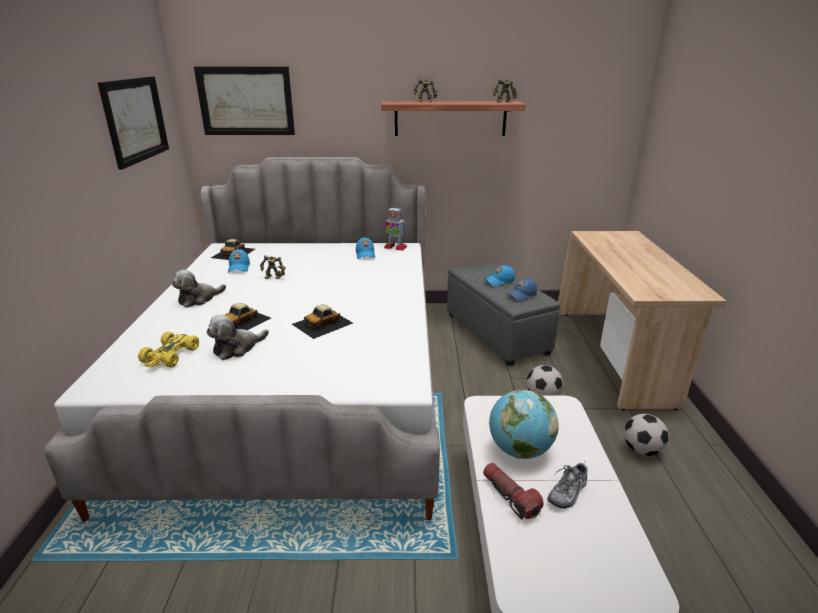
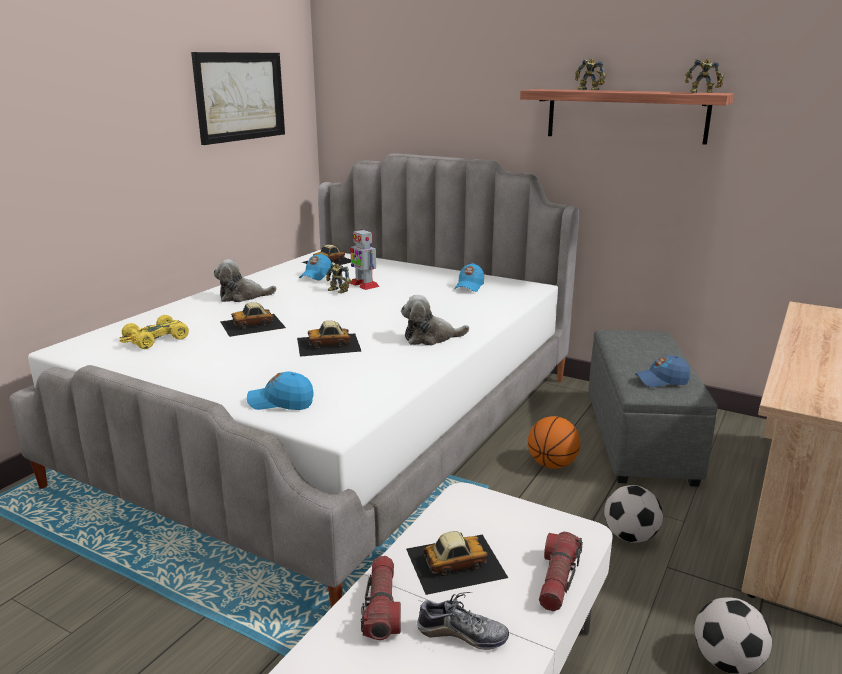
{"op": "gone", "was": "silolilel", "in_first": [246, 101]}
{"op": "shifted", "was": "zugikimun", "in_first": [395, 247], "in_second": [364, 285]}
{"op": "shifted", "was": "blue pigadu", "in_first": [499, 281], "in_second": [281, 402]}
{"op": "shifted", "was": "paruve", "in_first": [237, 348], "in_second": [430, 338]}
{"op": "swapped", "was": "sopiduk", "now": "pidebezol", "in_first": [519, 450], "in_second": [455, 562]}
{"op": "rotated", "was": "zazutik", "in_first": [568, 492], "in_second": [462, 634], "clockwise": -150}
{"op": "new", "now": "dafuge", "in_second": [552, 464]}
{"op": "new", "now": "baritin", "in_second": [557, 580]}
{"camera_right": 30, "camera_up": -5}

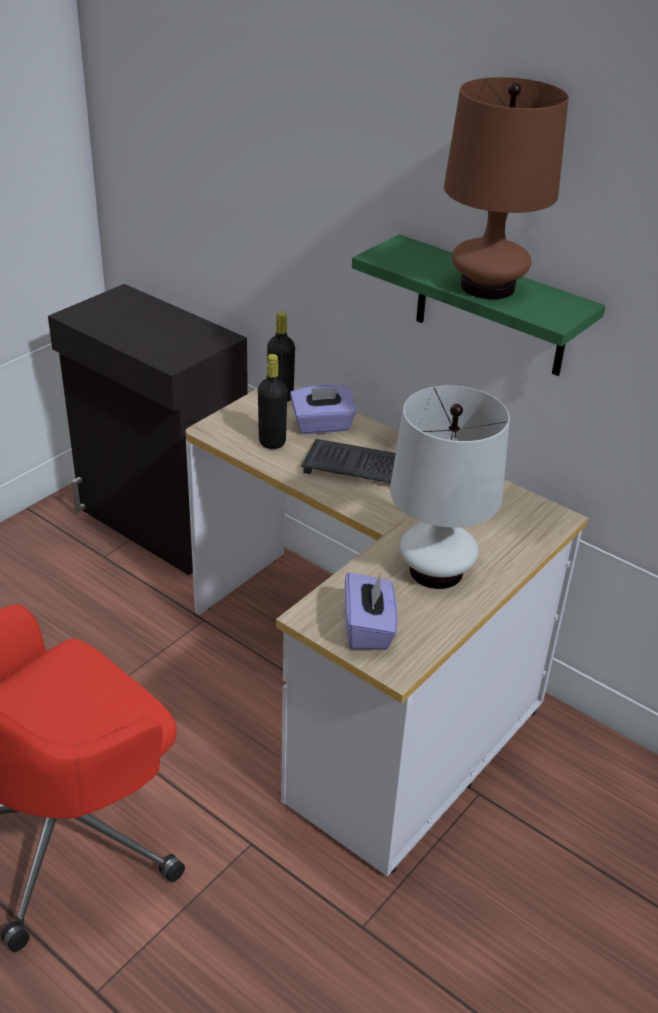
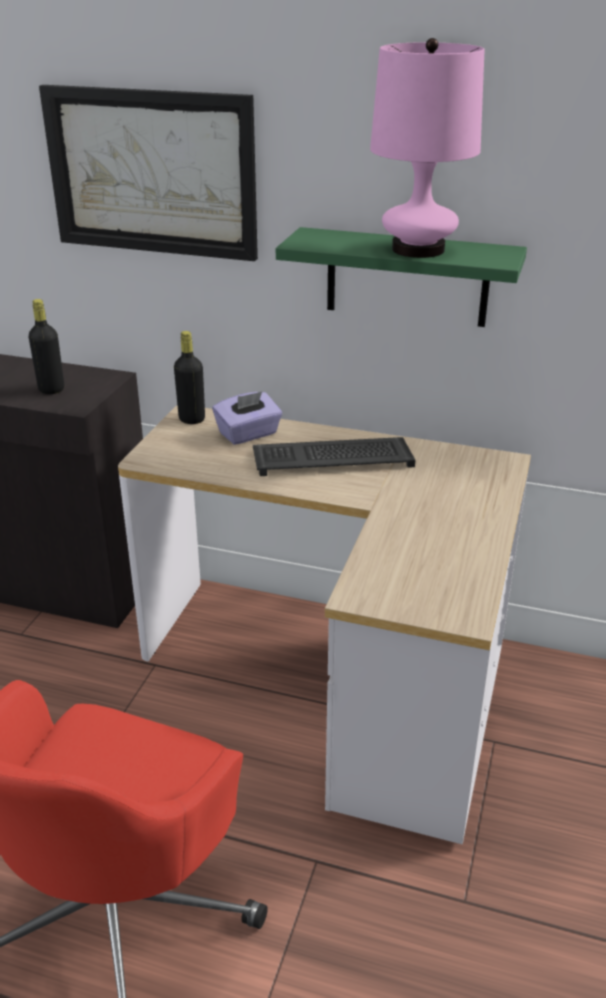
{"op": "repainted", "was": "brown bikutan", "now": "pink bikutan", "in_first": [487, 287], "in_second": [418, 249]}
{"op": "shifted", "was": "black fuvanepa", "in_first": [272, 442], "in_second": [51, 389]}
{"op": "gone", "was": "white bikutan", "in_first": [436, 571]}
{"op": "gone", "was": "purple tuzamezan", "in_first": [368, 629]}
{"op": "new", "now": "silolilel", "in_second": [152, 172]}
{"camera_right": -20, "camera_up": -5}

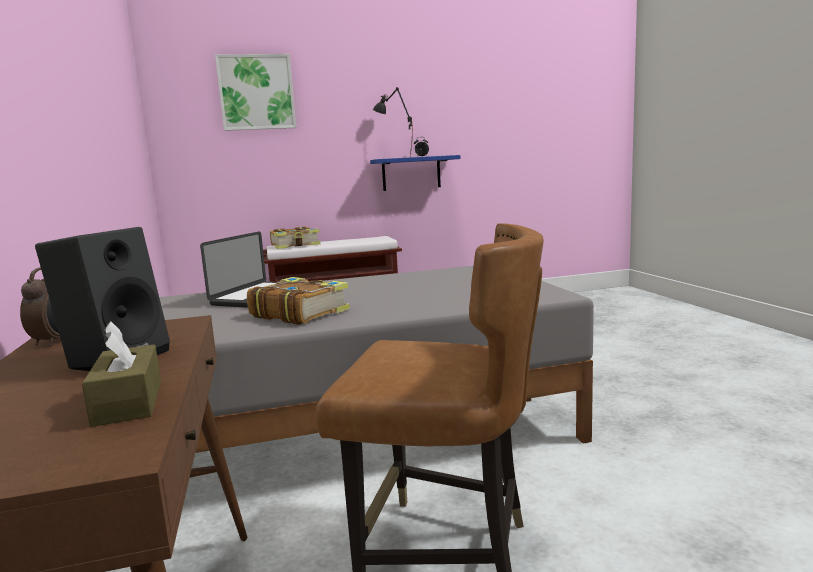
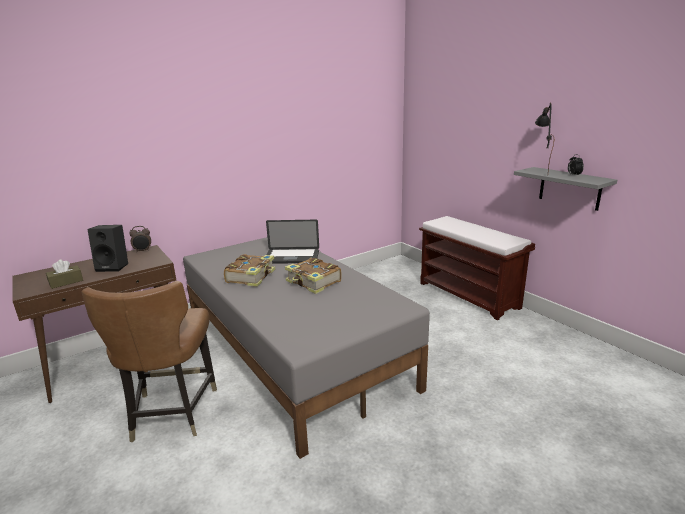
{"op": "gone", "was": "silolilel", "in_first": [256, 92]}
{"op": "repainted", "was": "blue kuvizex", "now": "grey kuvizex", "in_first": [411, 173], "in_second": [569, 188]}
{"op": "shifted", "was": "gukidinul", "in_first": [295, 245], "in_second": [313, 282]}
{"camera_right": 70, "camera_up": 10}

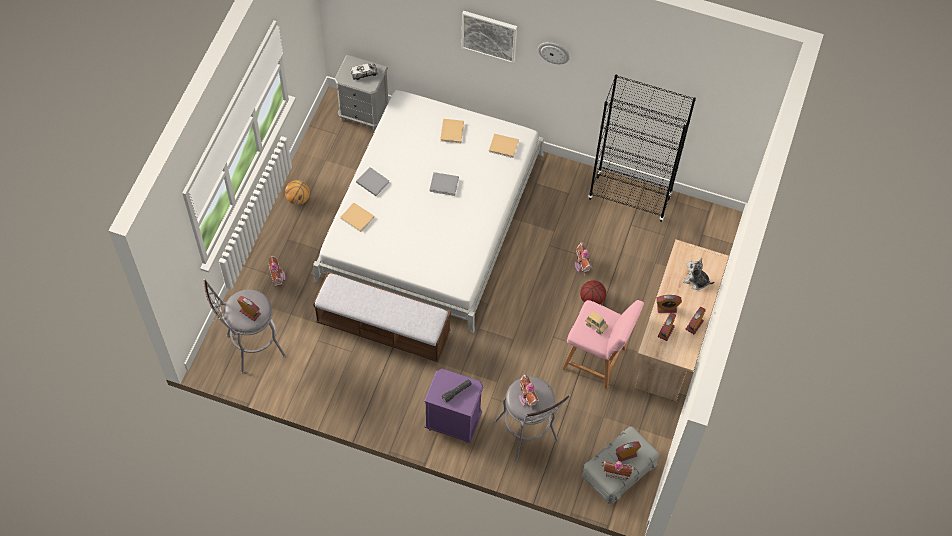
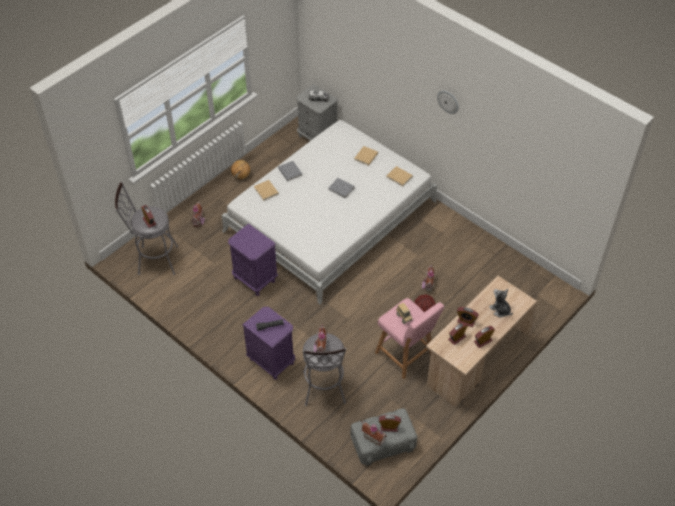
{"op": "gone", "was": "silolilel", "in_first": [489, 35]}
{"op": "gone", "was": "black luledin", "in_first": [629, 198]}
{"op": "swapped", "was": "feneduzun", "now": "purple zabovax", "in_first": [383, 328], "in_second": [255, 279]}
{"camera_right": 25, "camera_up": -10}

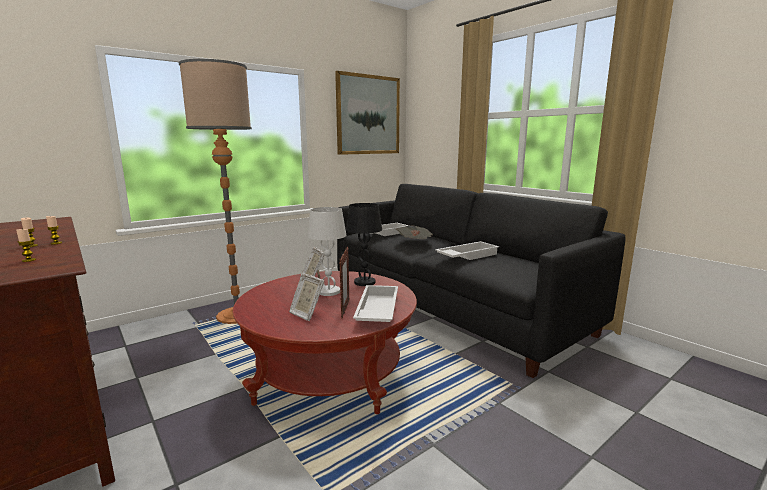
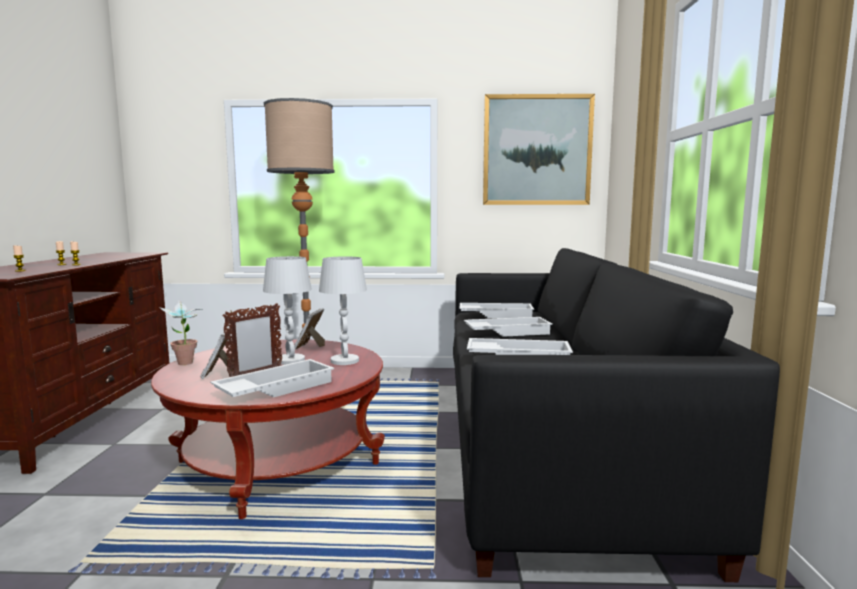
{"op": "repainted", "was": "black bikutan", "now": "white bikutan", "in_first": [364, 282], "in_second": [344, 361]}
{"op": "swapped", "was": "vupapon", "now": "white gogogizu", "in_first": [415, 243], "in_second": [507, 332]}
{"op": "new", "now": "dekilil", "in_second": [185, 364]}
{"camera_right": 40, "camera_up": -5}

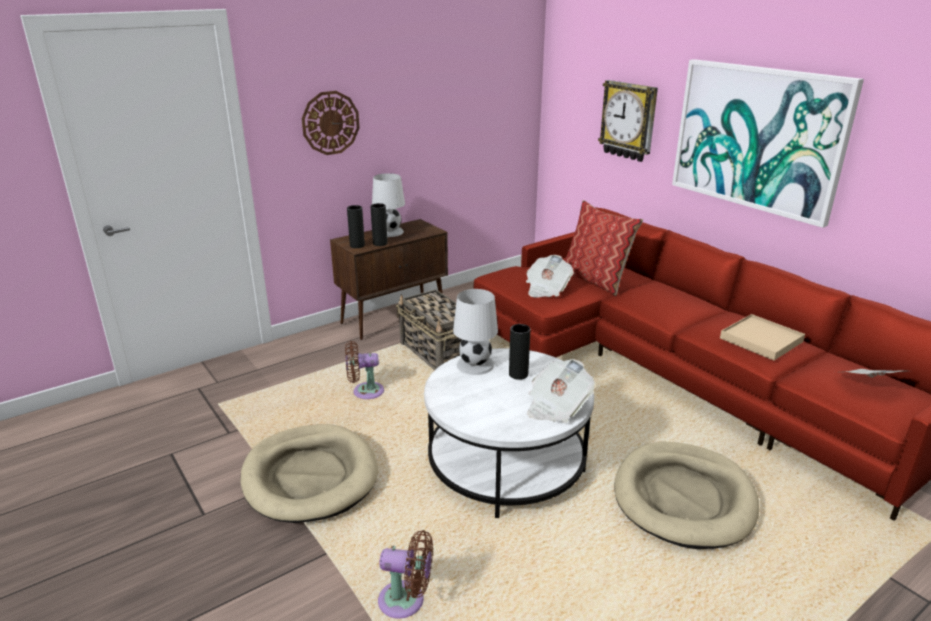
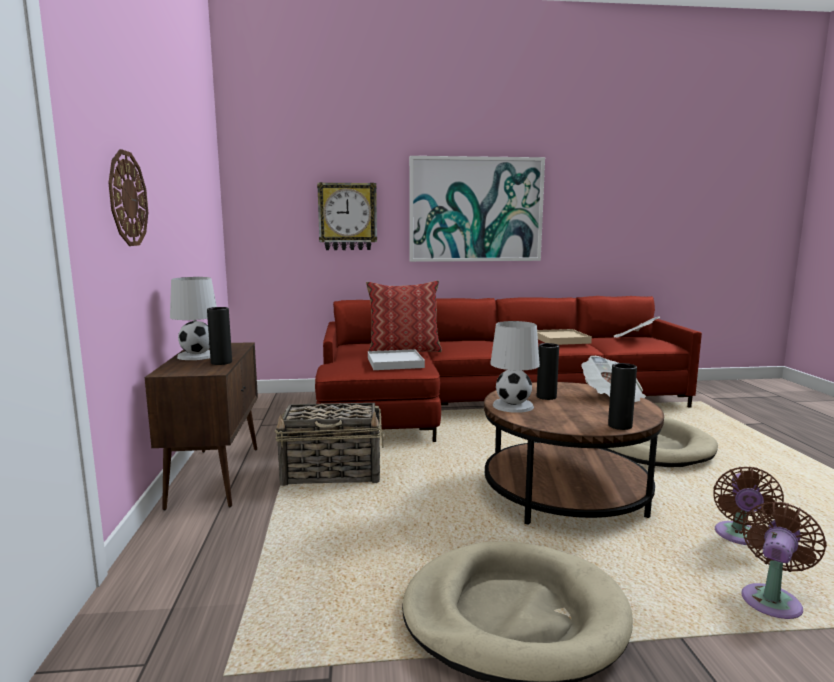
{"op": "shifted", "was": "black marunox", "in_first": [357, 245], "in_second": [620, 426]}
{"op": "swapped", "was": "vupapon", "now": "white gogogizu", "in_first": [546, 289], "in_second": [395, 363]}
{"op": "shifted", "was": "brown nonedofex", "in_first": [365, 392], "in_second": [739, 537]}
{"op": "repainted", "was": "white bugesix", "now": "brown bugesix", "in_first": [506, 464], "in_second": [565, 493]}
{"camera_right": -60, "camera_up": -15}

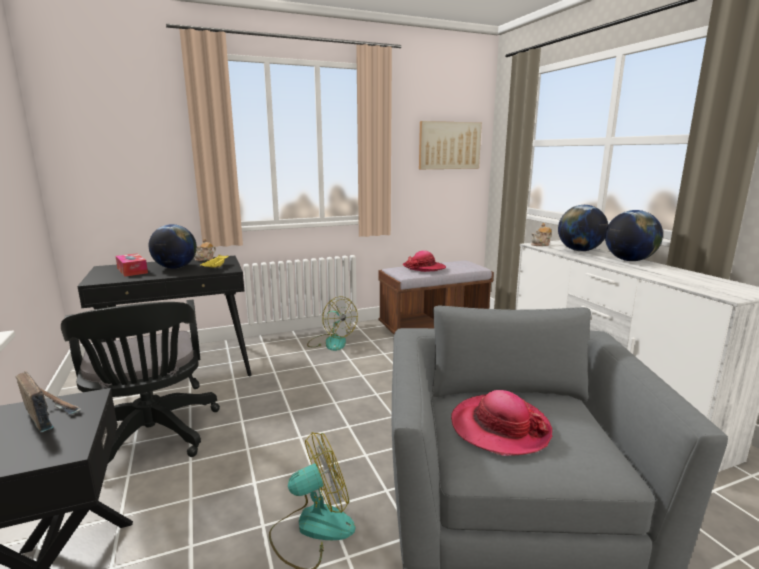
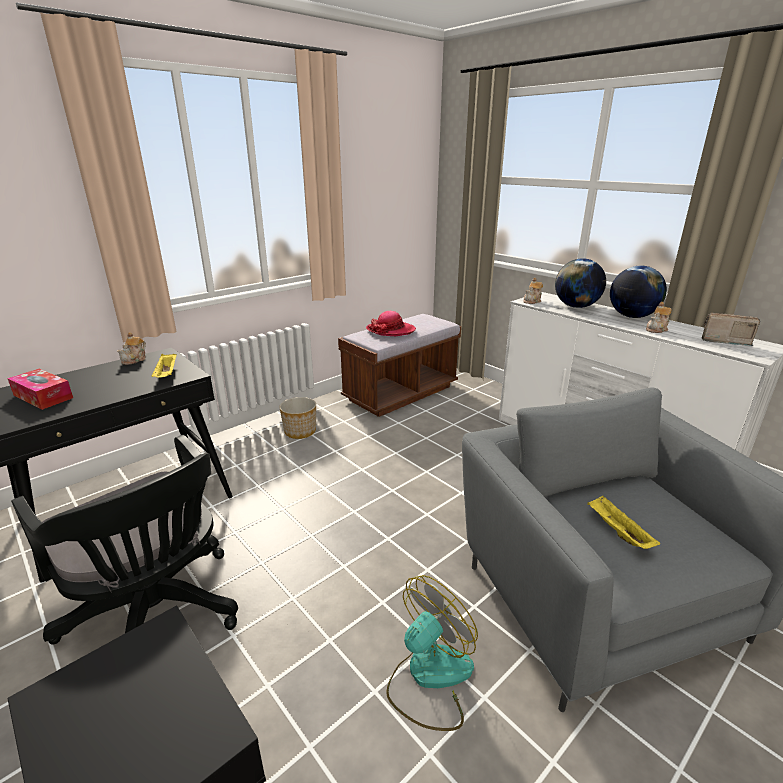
{"op": "gone", "was": "silolilel", "in_first": [449, 145]}
{"op": "gone", "was": "sopiduk", "in_first": [175, 268]}
{"op": "swapped", "was": "nonedofex", "now": "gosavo", "in_first": [331, 342], "in_second": [300, 431]}
{"op": "shifted", "was": "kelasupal", "in_first": [49, 414], "in_second": [723, 340]}
{"op": "swapped", "was": "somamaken", "now": "yellow gogogizu", "in_first": [500, 427], "in_second": [617, 531]}
{"op": "new", "now": "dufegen", "in_second": [657, 329]}
{"camera_right": -20, "camera_up": 10}

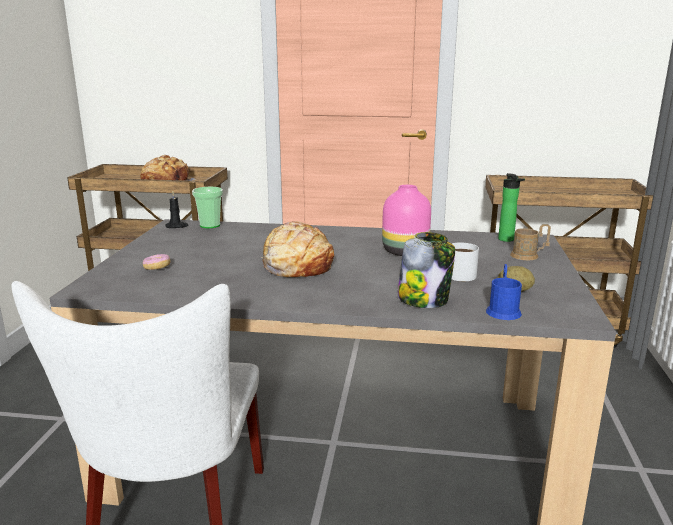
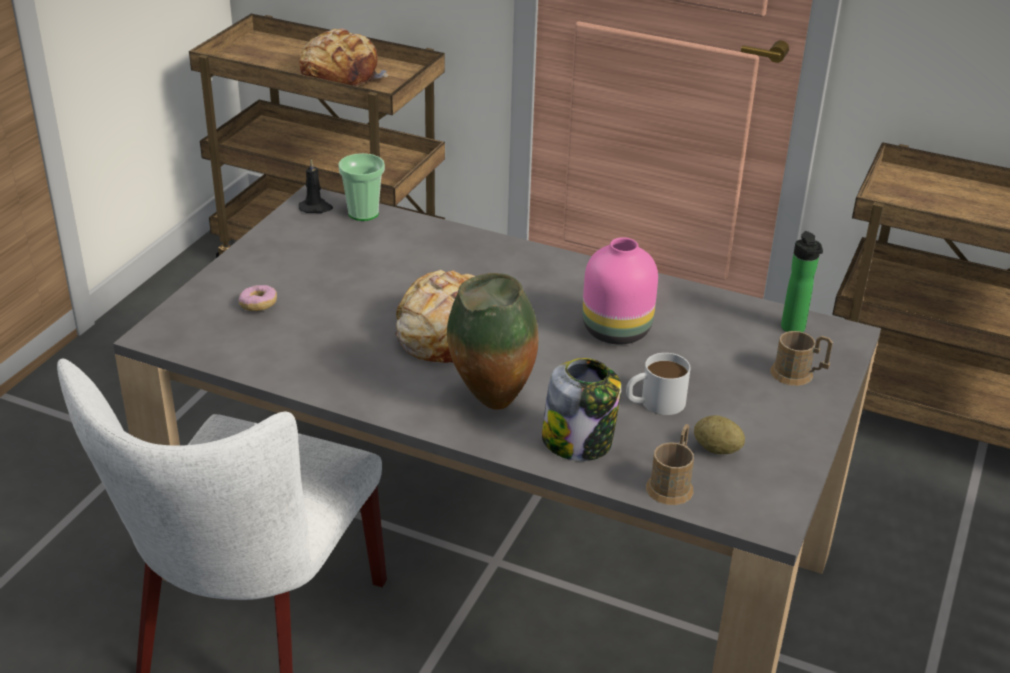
{"op": "repainted", "was": "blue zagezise", "now": "brown zagezise", "in_first": [503, 310], "in_second": [672, 484]}
{"op": "new", "now": "marunox", "in_second": [490, 404]}
{"camera_right": 15, "camera_up": 15}

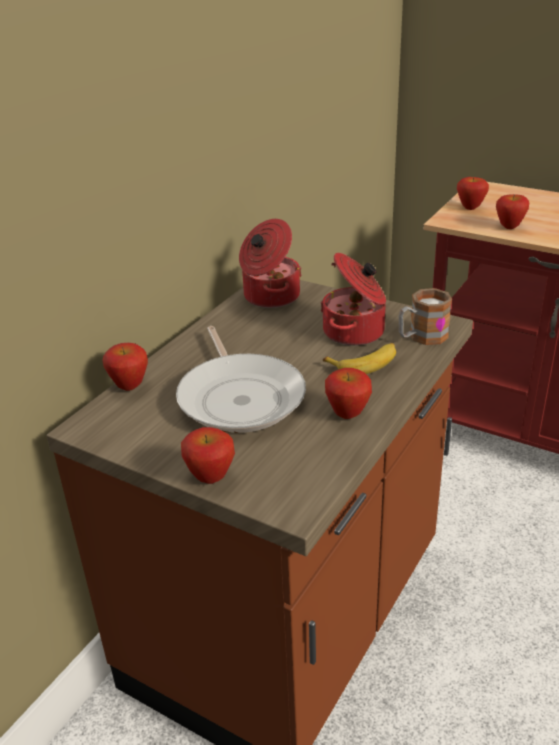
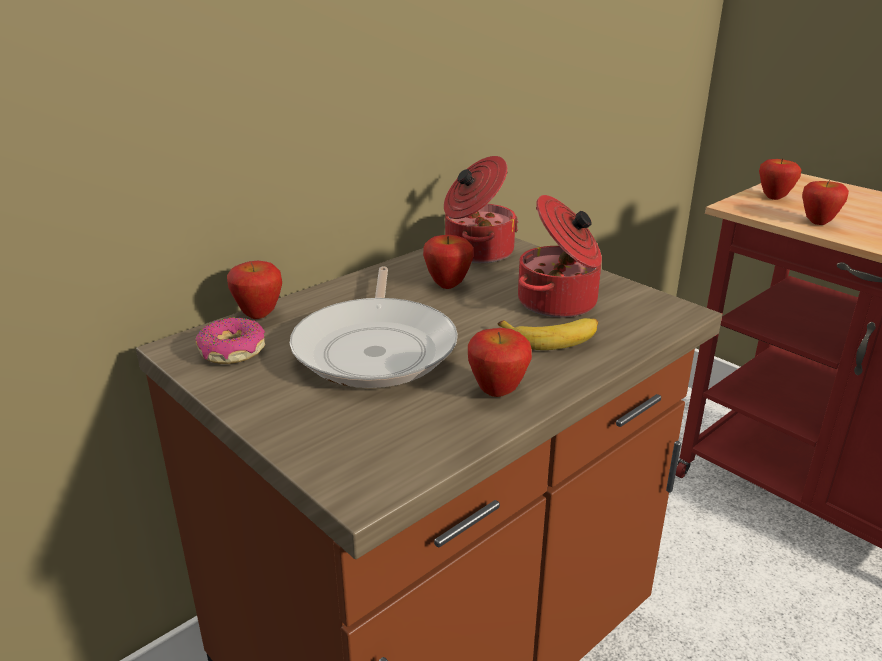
{"op": "gone", "was": "zagezise", "in_first": [421, 337]}
{"op": "shifted", "was": "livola", "in_first": [211, 478], "in_second": [448, 285]}
{"op": "new", "now": "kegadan", "in_second": [232, 352]}
{"camera_right": 15, "camera_up": -5}

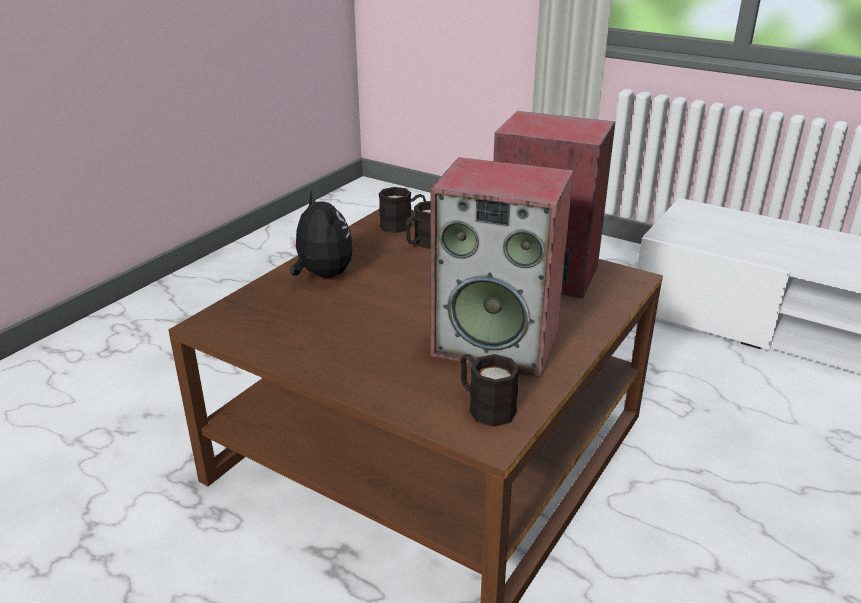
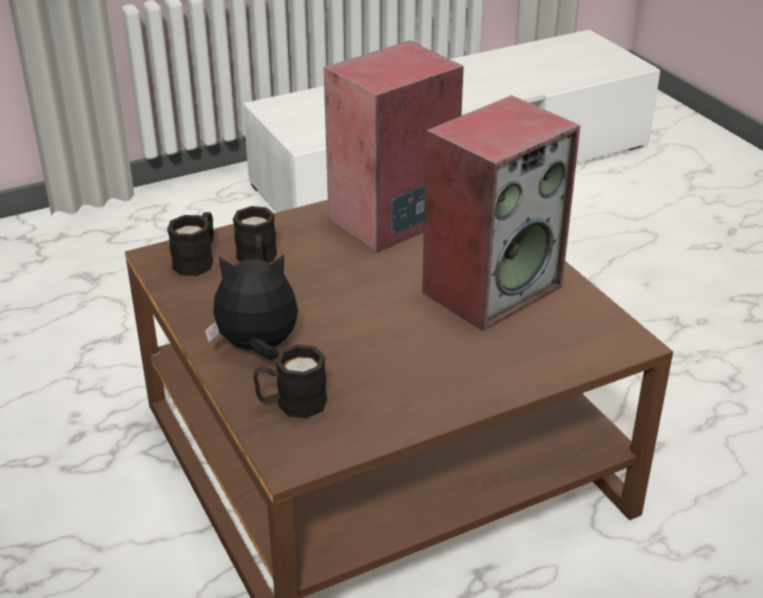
{"op": "shifted", "was": "black zagezise", "in_first": [485, 406], "in_second": [291, 404]}
{"camera_right": -60, "camera_up": 5}

